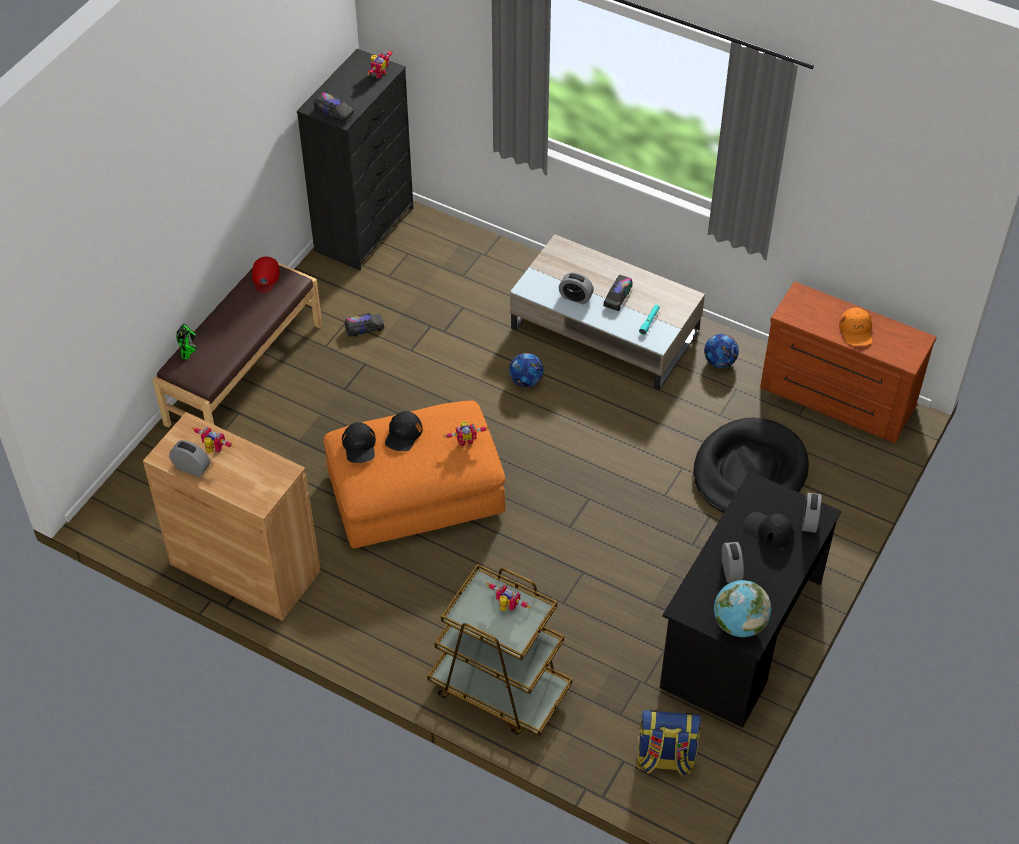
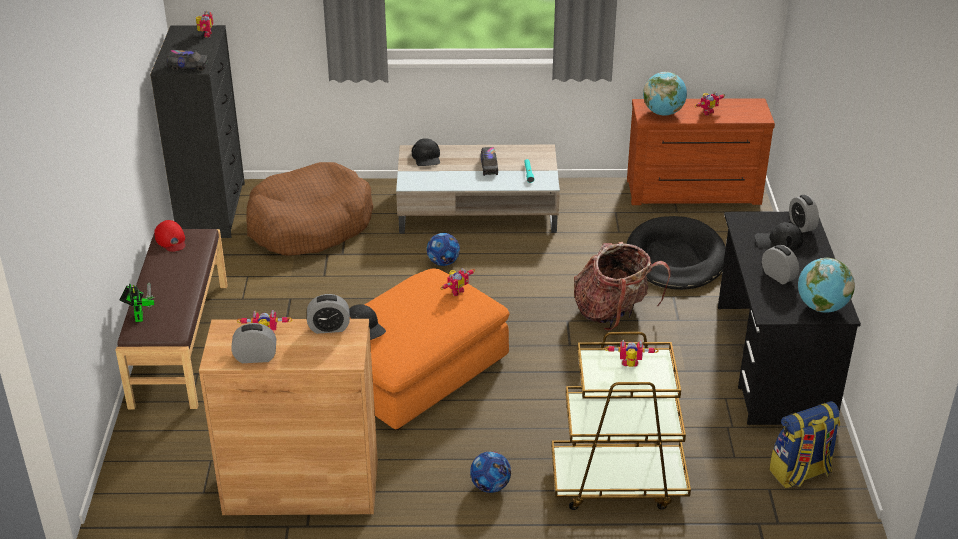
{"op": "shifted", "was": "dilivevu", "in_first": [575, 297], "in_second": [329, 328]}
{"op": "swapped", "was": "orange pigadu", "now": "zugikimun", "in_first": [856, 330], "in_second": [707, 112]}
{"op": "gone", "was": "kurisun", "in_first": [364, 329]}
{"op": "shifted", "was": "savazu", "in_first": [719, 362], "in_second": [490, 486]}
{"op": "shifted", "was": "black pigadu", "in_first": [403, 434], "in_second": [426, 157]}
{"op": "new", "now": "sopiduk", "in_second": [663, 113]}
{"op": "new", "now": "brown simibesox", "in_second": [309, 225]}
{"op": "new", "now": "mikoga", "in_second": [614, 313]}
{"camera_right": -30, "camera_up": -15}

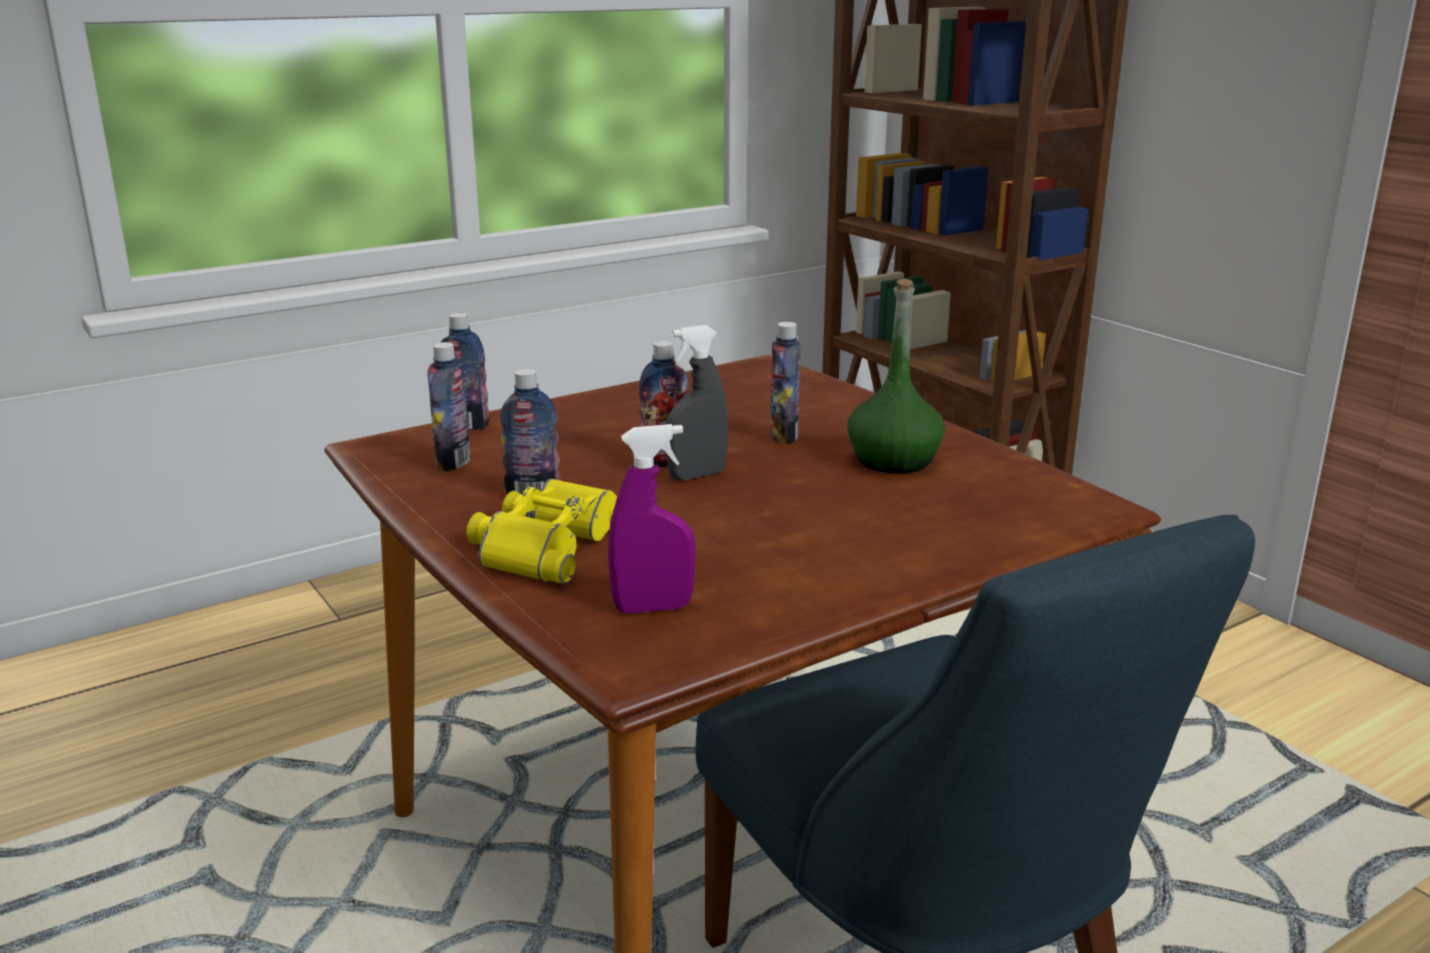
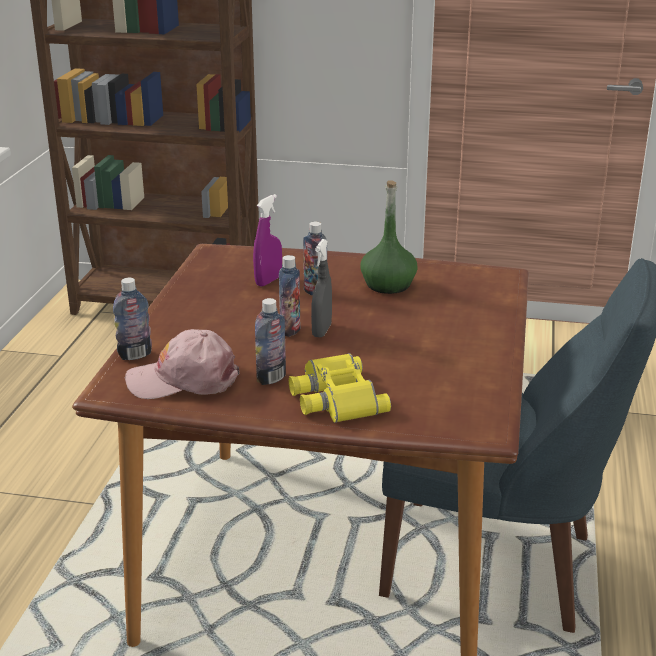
{"op": "swapped", "was": "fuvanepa", "now": "pink pigadu", "in_first": [453, 463], "in_second": [184, 380]}
{"op": "shifted", "was": "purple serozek", "in_first": [653, 608], "in_second": [268, 281]}
{"camera_right": -45, "camera_up": 5}

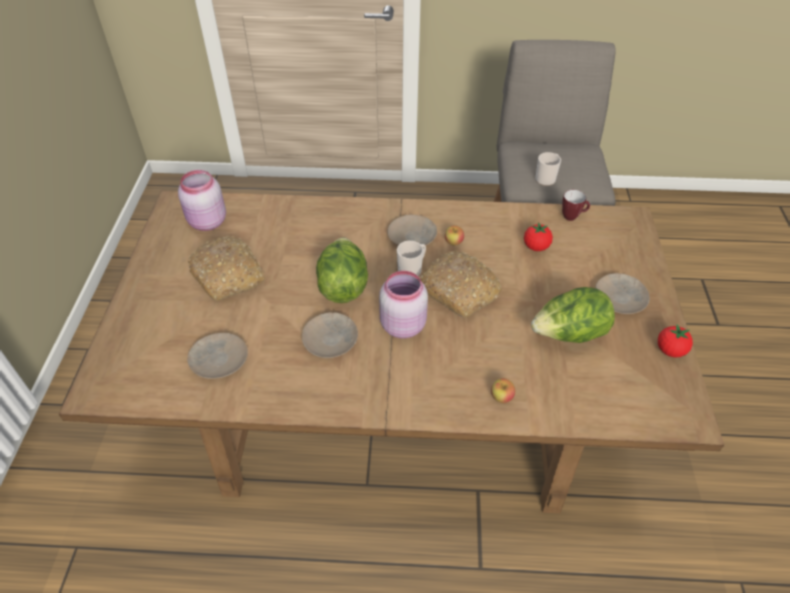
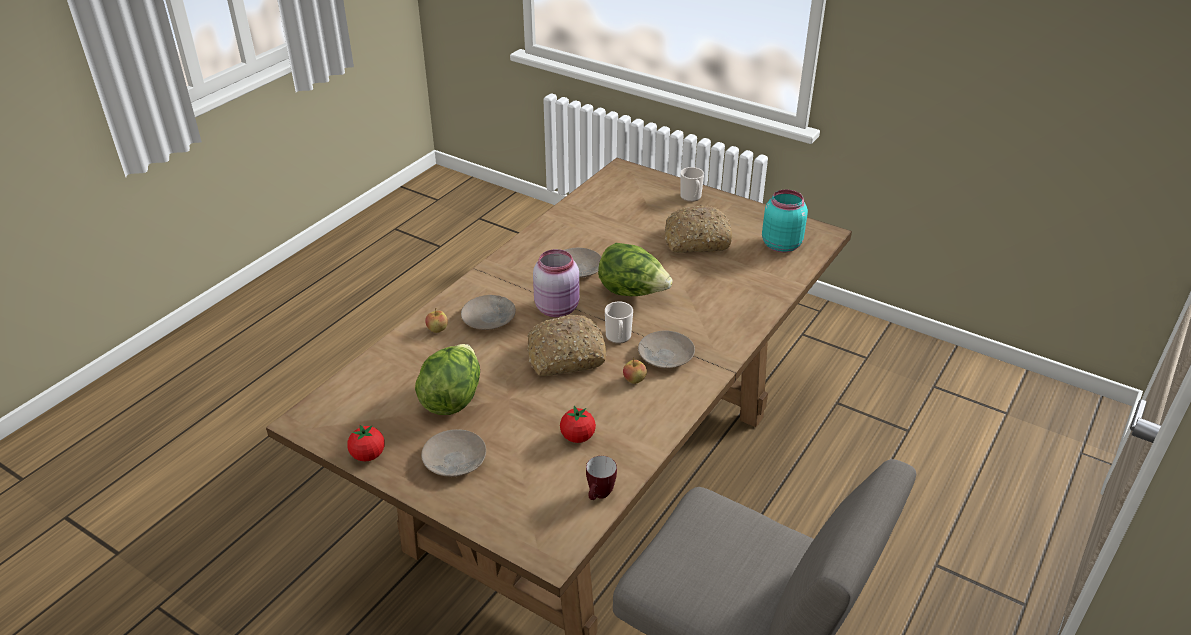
{"op": "shifted", "was": "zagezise", "in_first": [546, 178], "in_second": [691, 197]}
{"op": "repainted", "was": "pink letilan", "now": "turquoise letilan", "in_first": [207, 222], "in_second": [780, 244]}
{"op": "shifted", "was": "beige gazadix", "in_first": [218, 360], "in_second": [489, 318]}
{"camera_right": 120, "camera_up": -10}

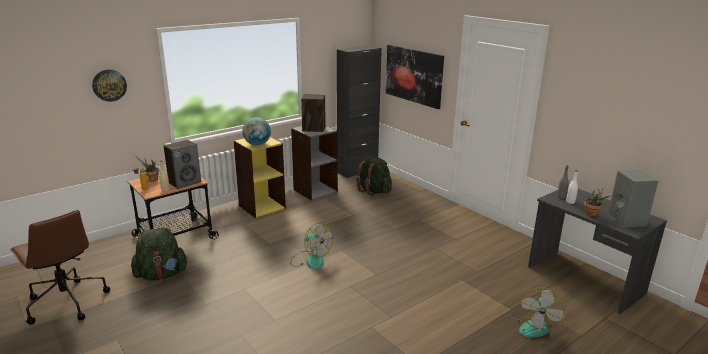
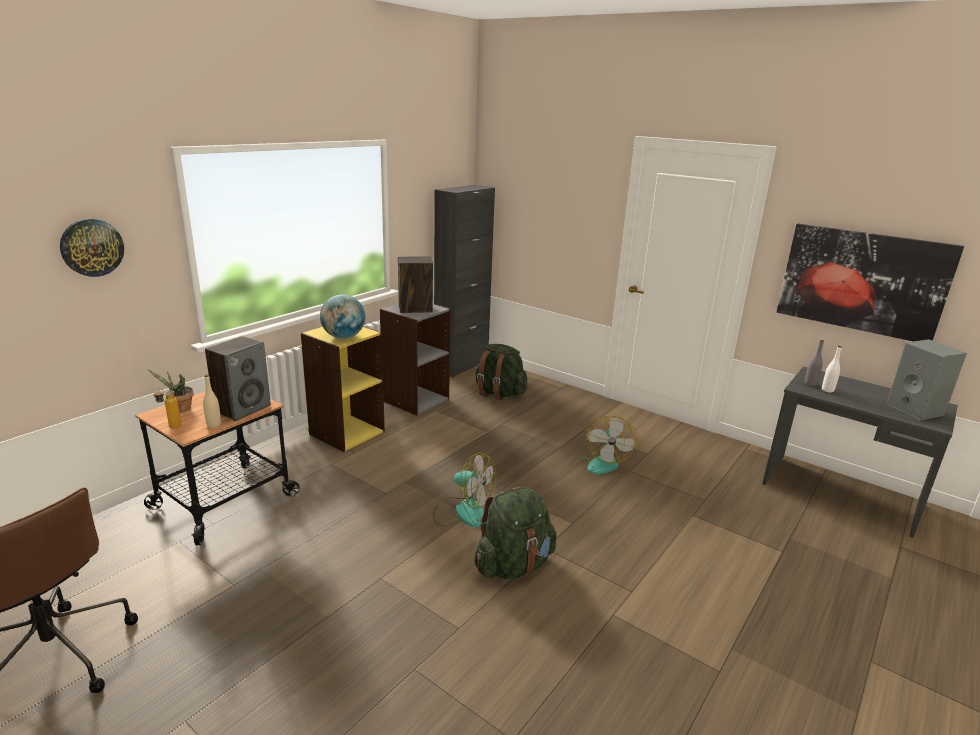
{"op": "shifted", "was": "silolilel", "in_first": [414, 75], "in_second": [862, 281]}
{"op": "gone", "was": "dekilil", "in_first": [592, 214]}
{"op": "shifted", "was": "green mikoga", "in_first": [161, 275], "in_second": [514, 565]}
{"op": "shifted", "was": "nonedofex", "in_first": [534, 325], "in_second": [602, 462]}
{"camera_right": -15, "camera_up": 0}

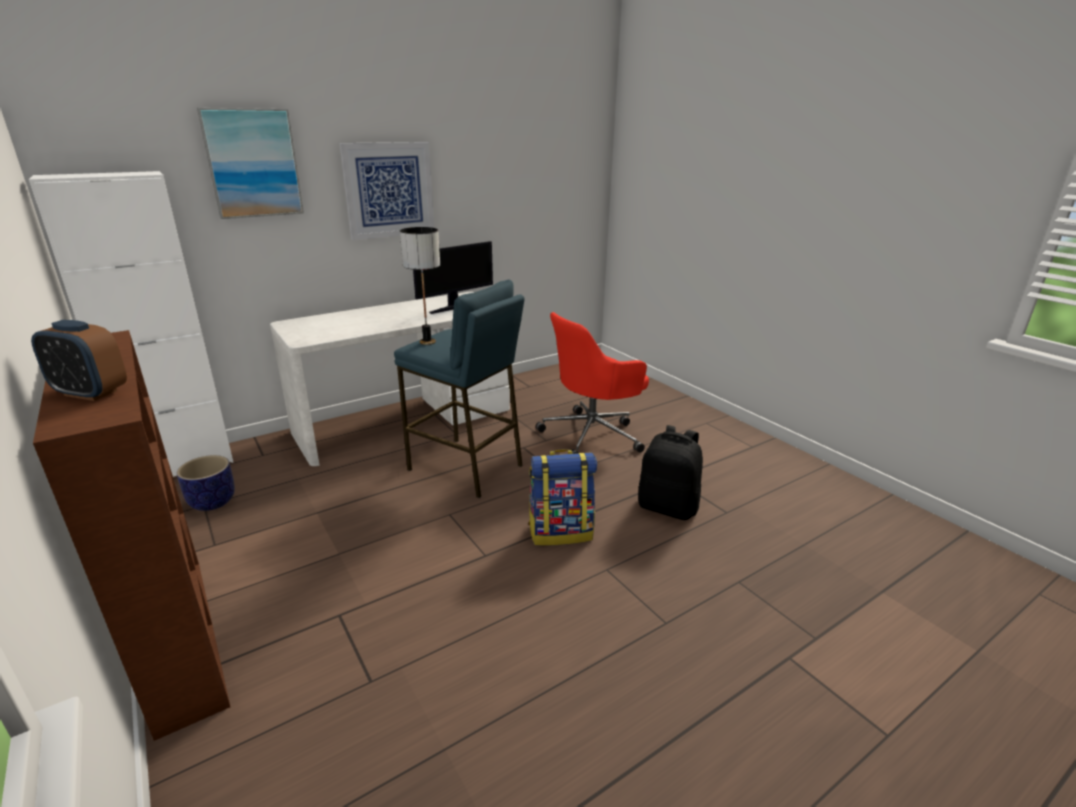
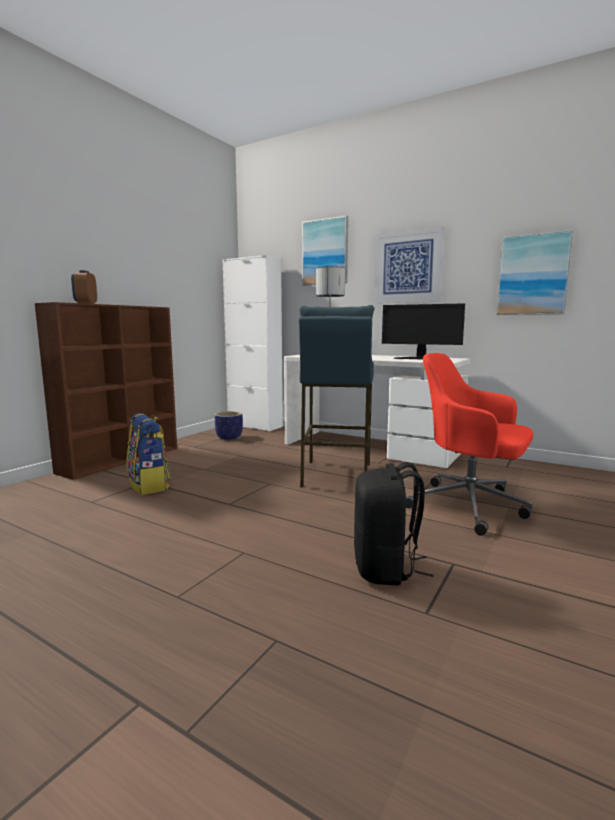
{"op": "shifted", "was": "mikoga", "in_first": [561, 532], "in_second": [150, 486]}
{"op": "new", "now": "silolilel", "in_second": [533, 275]}
{"camera_right": 65, "camera_up": -15}

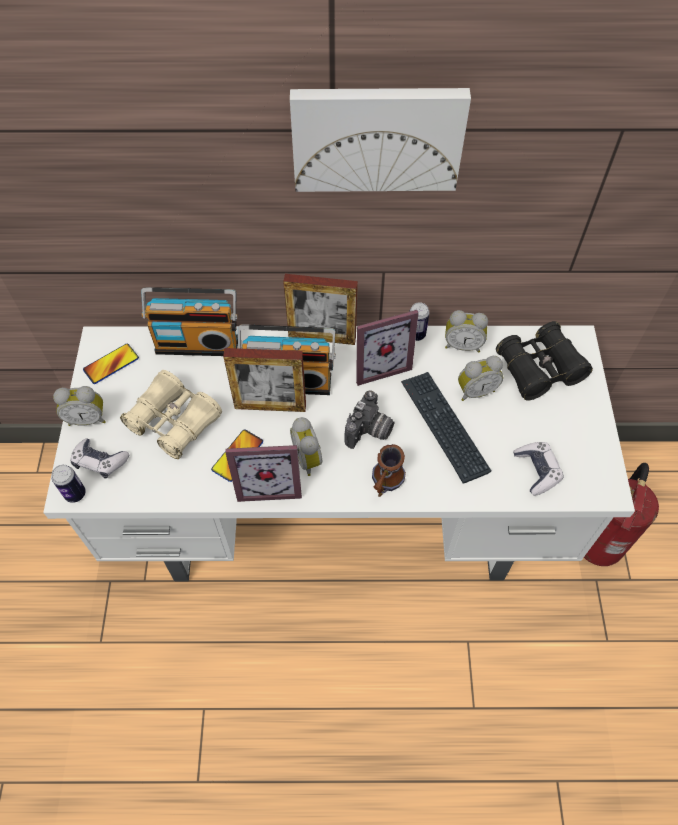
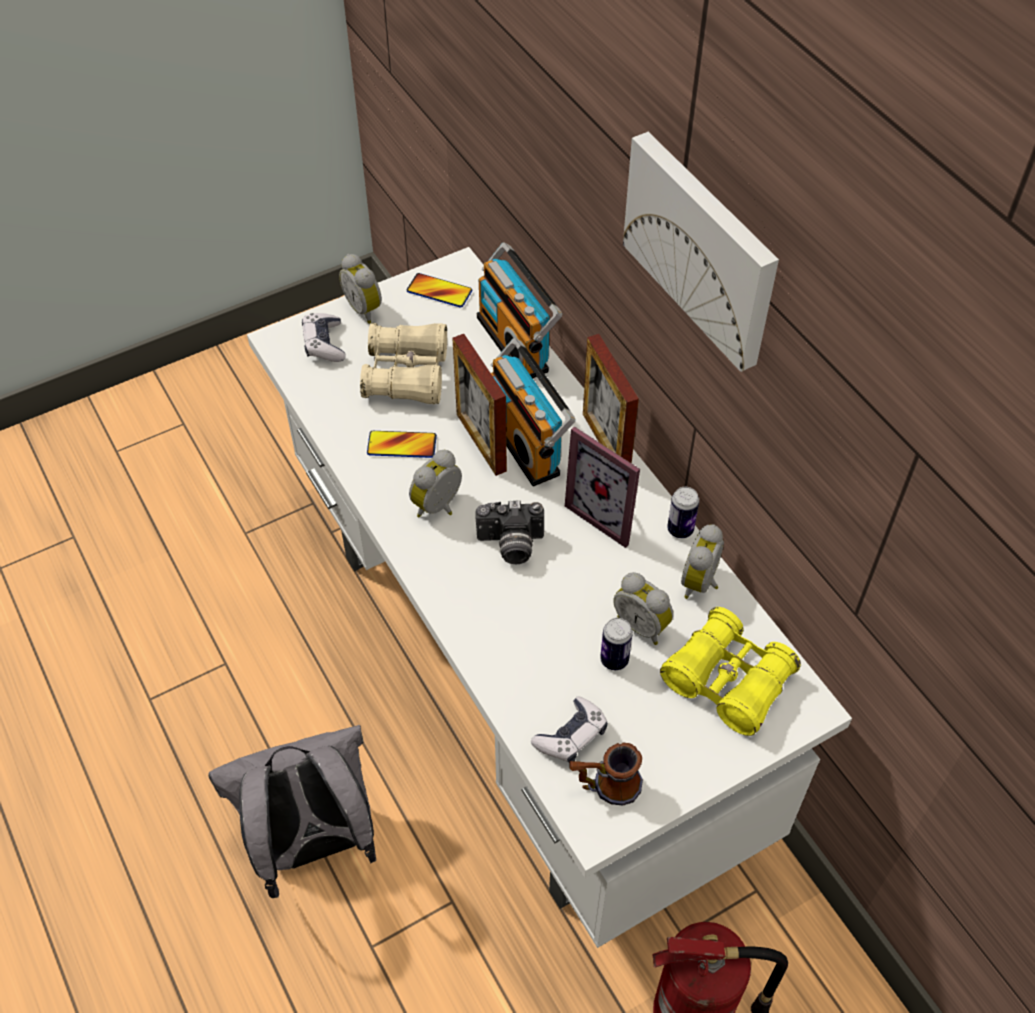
{"op": "rotated", "was": "dilivevu", "in_first": [462, 345], "in_second": [702, 583], "clockwise": 45}
{"op": "repainted", "was": "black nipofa", "now": "yellow nipofa", "in_first": [539, 369], "in_second": [727, 681]}
{"op": "gone", "was": "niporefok", "in_first": [444, 426]}
{"op": "shifted", "was": "zagezise", "in_first": [384, 484], "in_second": [605, 786]}
{"op": "gone", "was": "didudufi", "in_first": [269, 483]}
{"op": "shifted", "was": "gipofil", "in_first": [75, 494], "in_second": [614, 660]}
{"op": "new", "now": "grey mikoga", "in_second": [314, 843]}
{"camera_right": 60, "camera_up": -5}

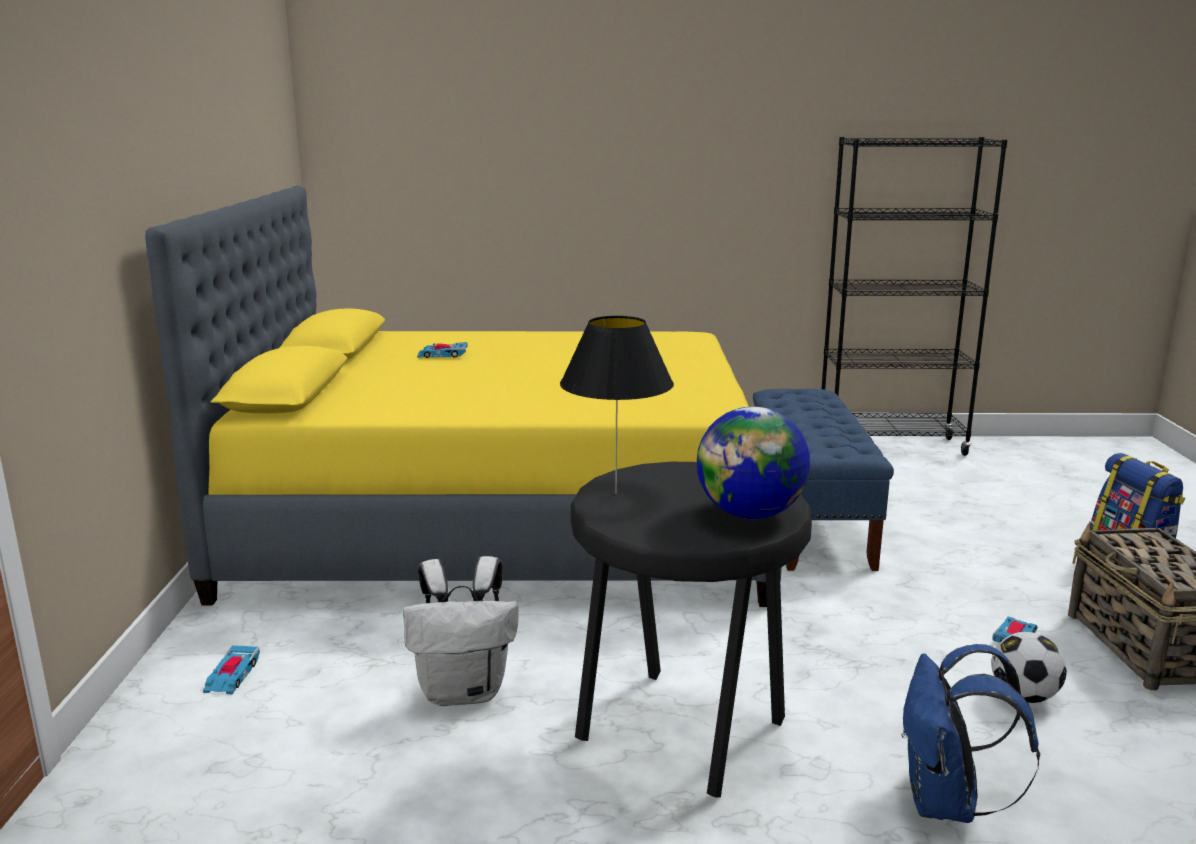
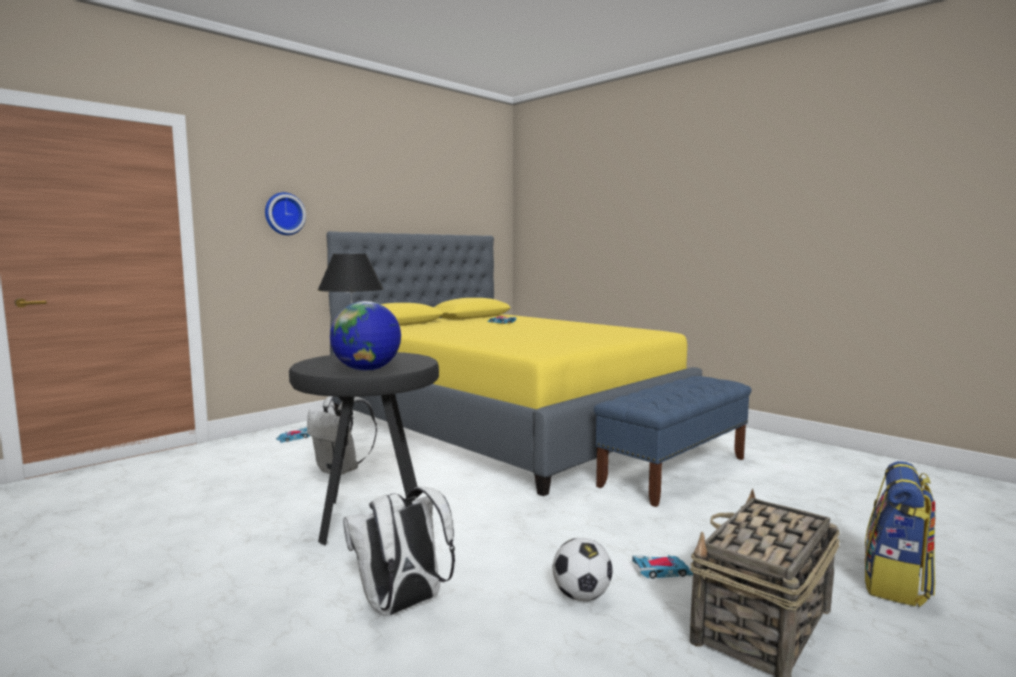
{"op": "gone", "was": "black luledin", "in_first": [891, 447]}
{"op": "repainted", "was": "blue mikoga", "now": "white mikoga", "in_first": [946, 803], "in_second": [402, 606]}
{"op": "new", "now": "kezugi", "in_second": [284, 214]}
{"camera_right": 45, "camera_up": -10}

